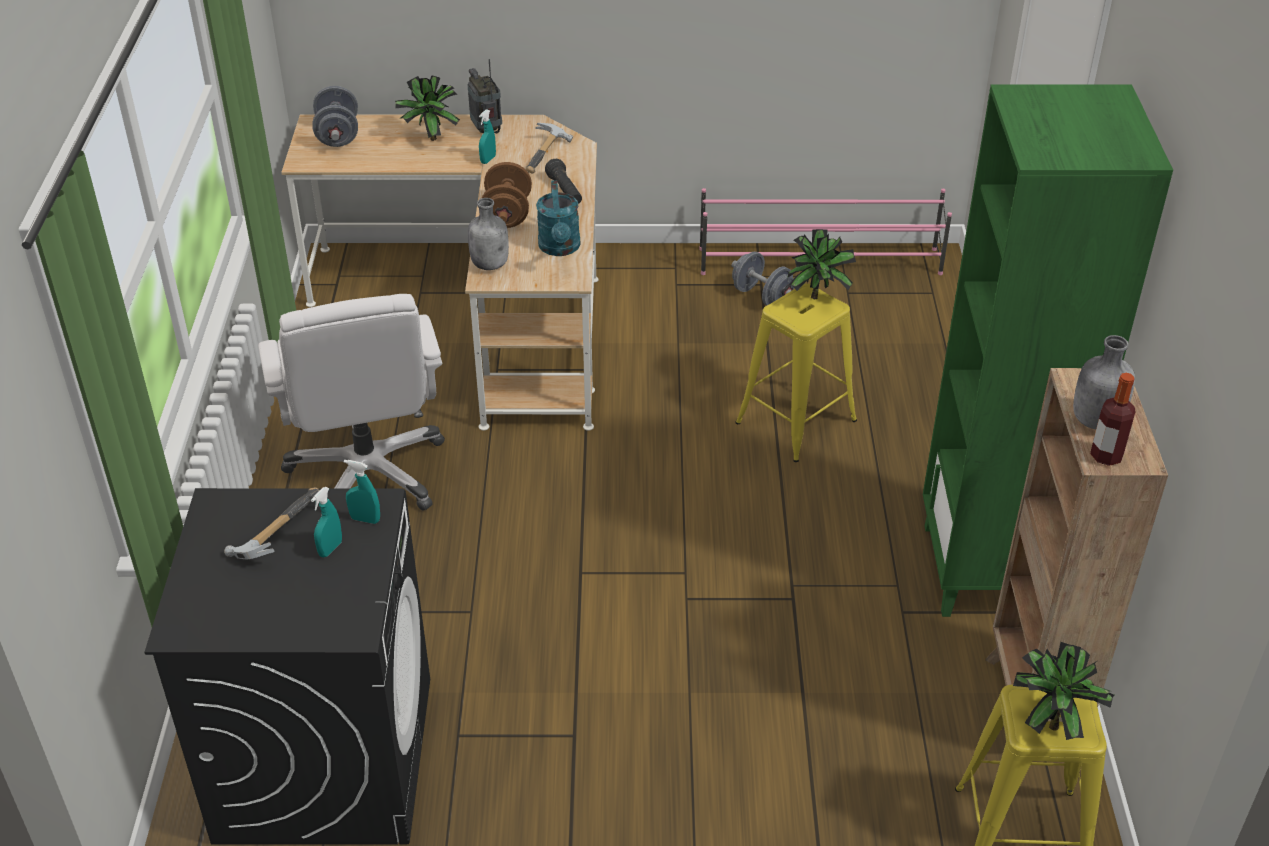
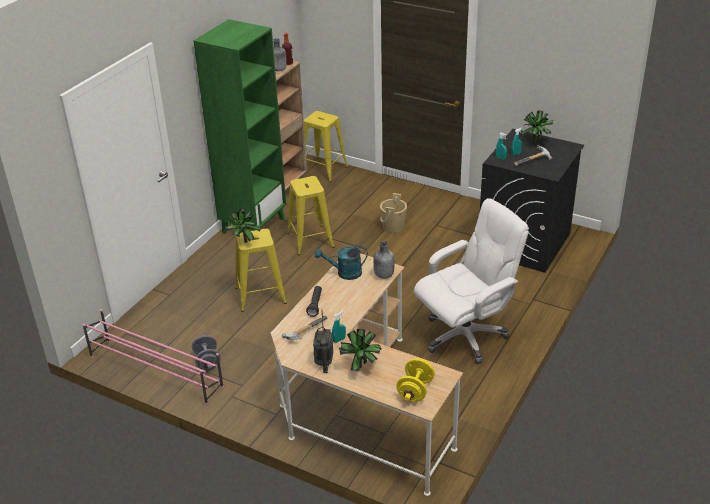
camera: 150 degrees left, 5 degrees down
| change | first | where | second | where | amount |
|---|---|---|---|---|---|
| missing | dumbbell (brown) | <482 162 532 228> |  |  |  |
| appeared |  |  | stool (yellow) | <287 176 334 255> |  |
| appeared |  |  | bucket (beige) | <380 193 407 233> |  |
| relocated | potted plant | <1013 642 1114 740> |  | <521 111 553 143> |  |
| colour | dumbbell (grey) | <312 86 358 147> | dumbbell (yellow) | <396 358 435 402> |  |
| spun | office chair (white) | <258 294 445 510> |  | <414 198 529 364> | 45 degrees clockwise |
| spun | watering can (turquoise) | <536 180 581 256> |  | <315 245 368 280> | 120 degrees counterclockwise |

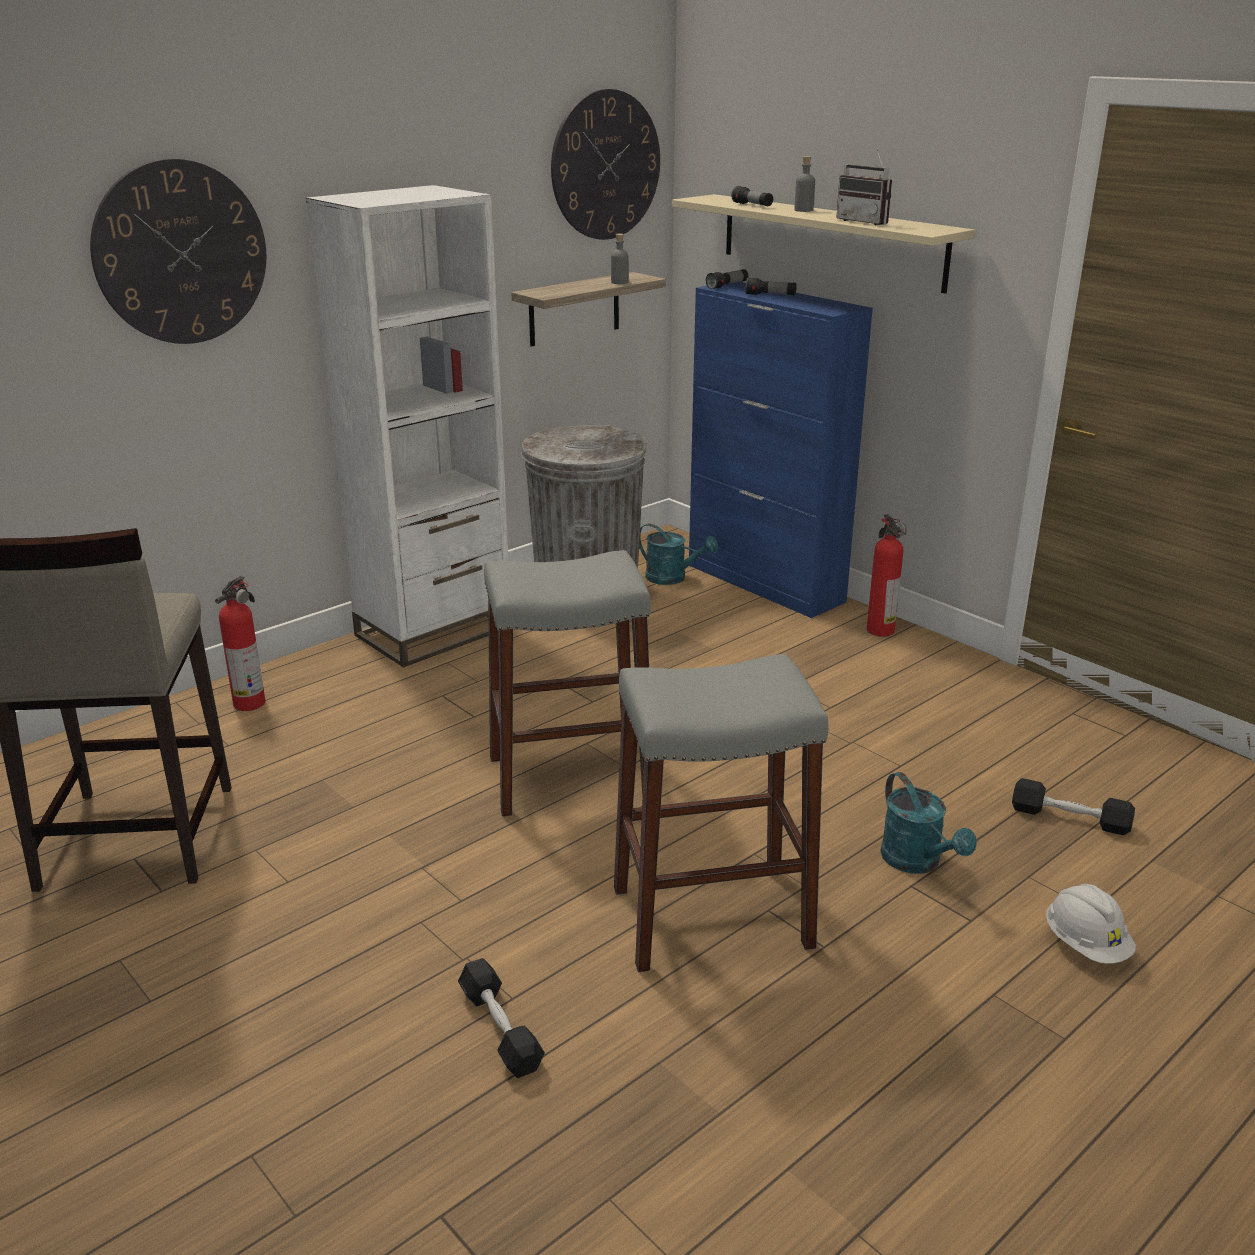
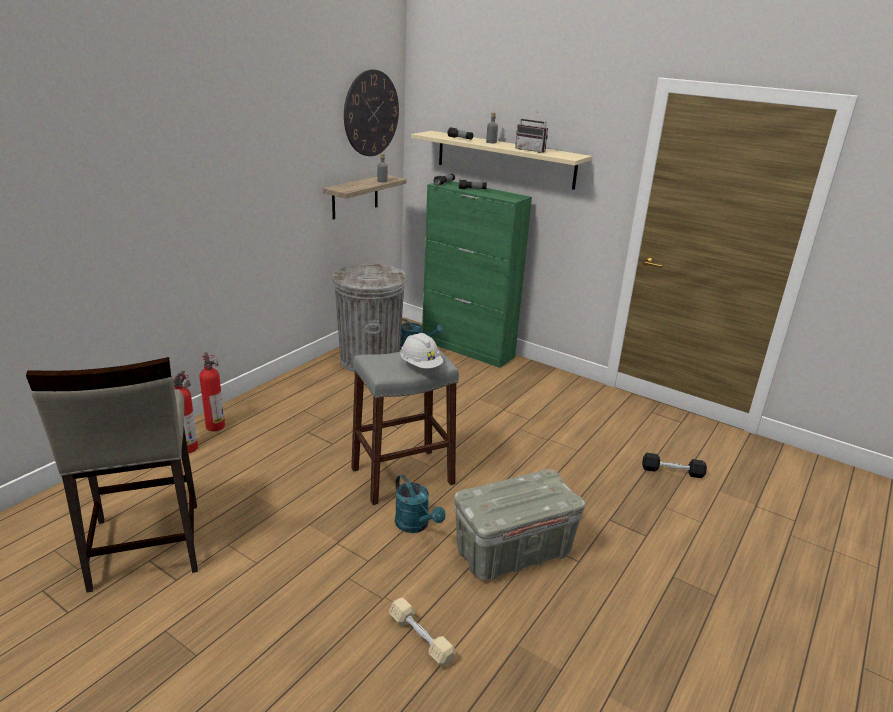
camera: 15 degrees left, 0 degrees up
| change | first | where | second | where | amount |
|---|---|---|---|---|---|
| missing | wall clock | <90 159 266 344> |  |  |  |
| missing | bookcase (white) | <306 185 509 667> |  |  |  |
| relocated | fire extinguisher | <867 514 907 637> |  | <199 352 225 431> |  |
| relocated | watering can (turquoise) | <880 772 977 874> |  | <395 474 445 533> |  |
| relocated | hard hat (white) | <1046 884 1136 964> |  | <400 333 444 369> |  |
| exchanged | stool (grey) | <614 654 829 972> | storage box (grey) | <454 469 585 580> |  |
| colour | dumbbell (black) | <458 958 545 1078> | dumbbell (beige) | <389 597 456 668> |  |
| colour | cabinet (blue) | <689 282 873 618> | cabinet (green) | <422 181 532 368> |  |

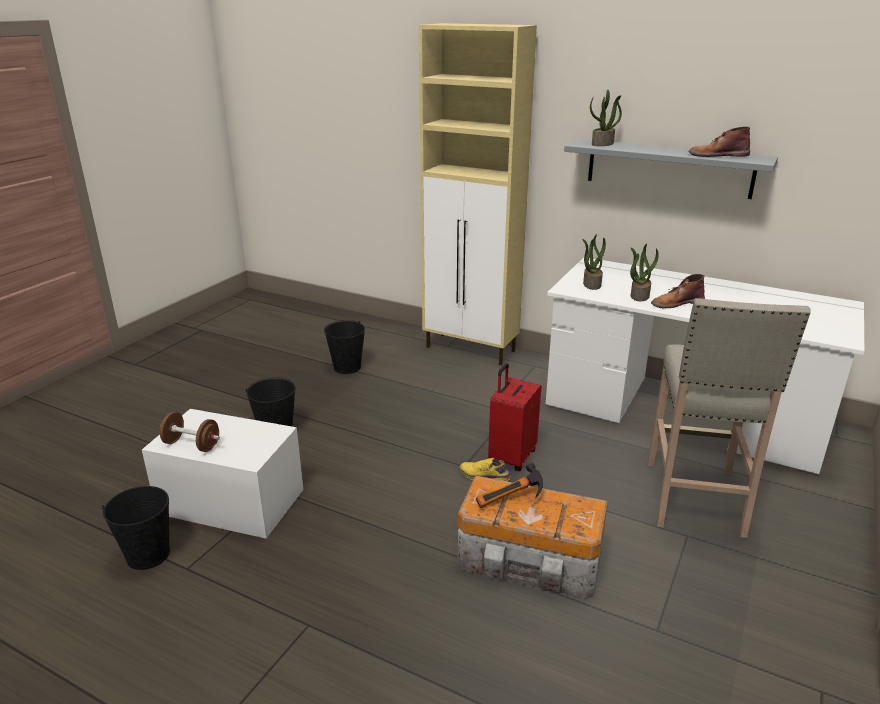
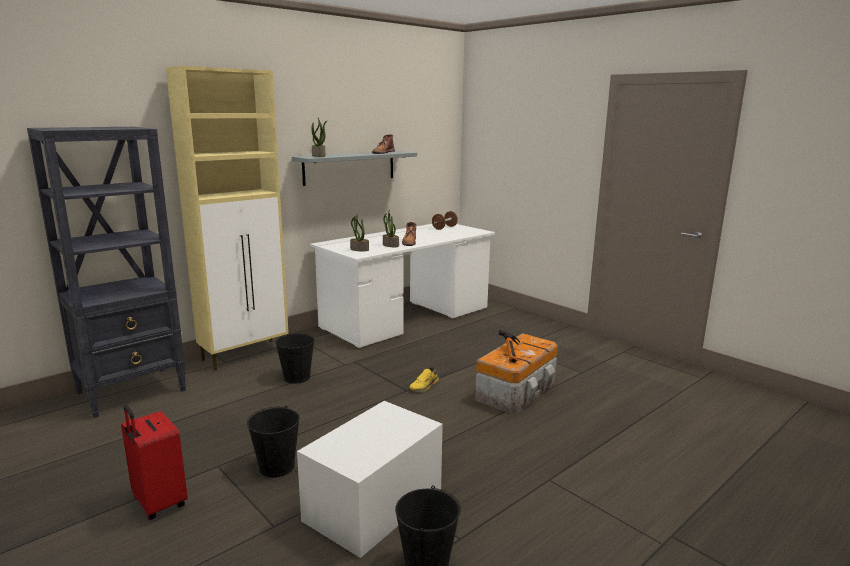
camera: 70 degrees left, 10 degrees down
| change | first | where | second | where | amount |
|---|---|---|---|---|---|
| missing | stool (beige) | <647 298 811 538> |  |  |  |
| appeared |  |  | bookcase (black) | <27 127 186 418> |  |
| relocated | dumbbell (brown) | <159 412 220 452> |  | <432 211 458 230> |  |
| relocated | bucket (black) | <324 320 365 374> |  | <275 332 314 384> |  |
| relocated | suitcase (red) | <488 363 541 471> |  | <121 405 188 520> |  |

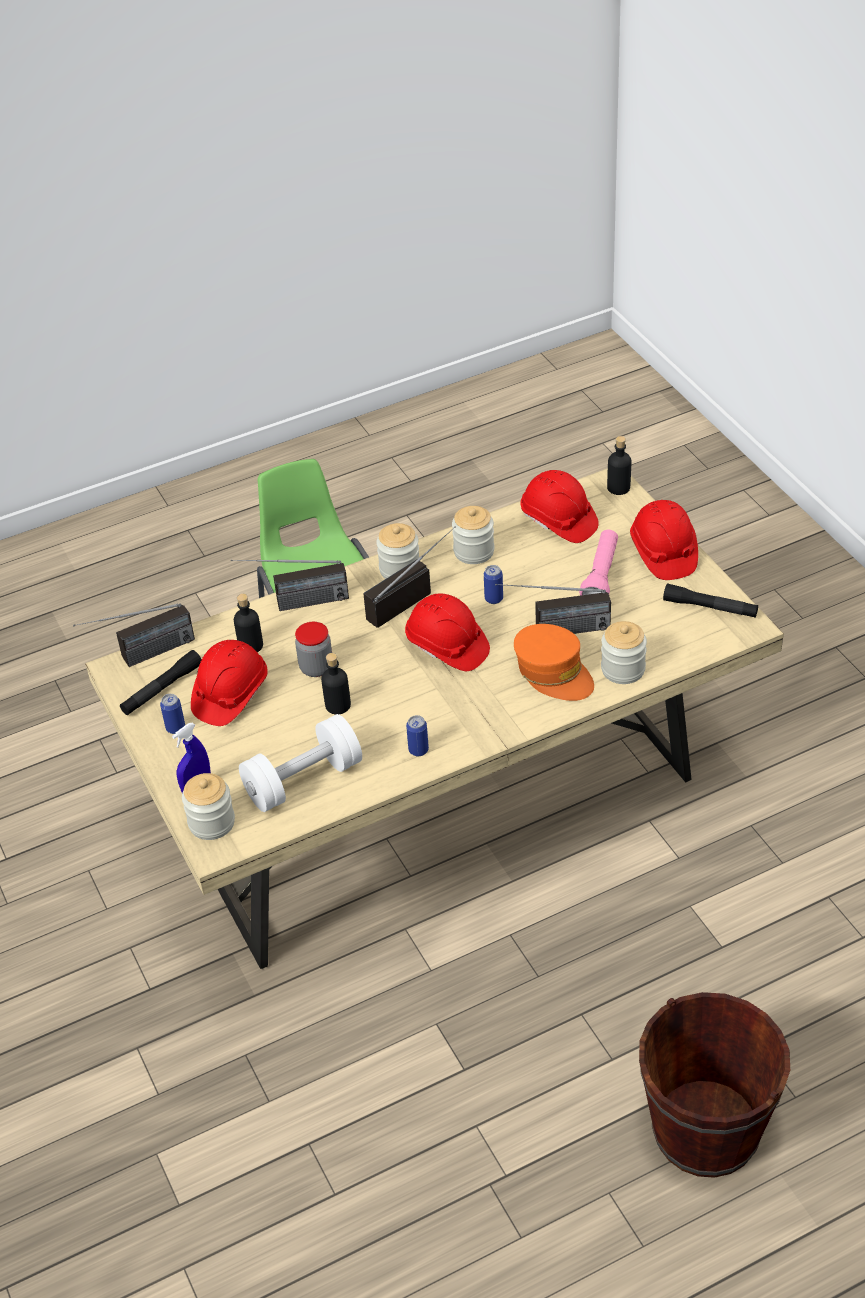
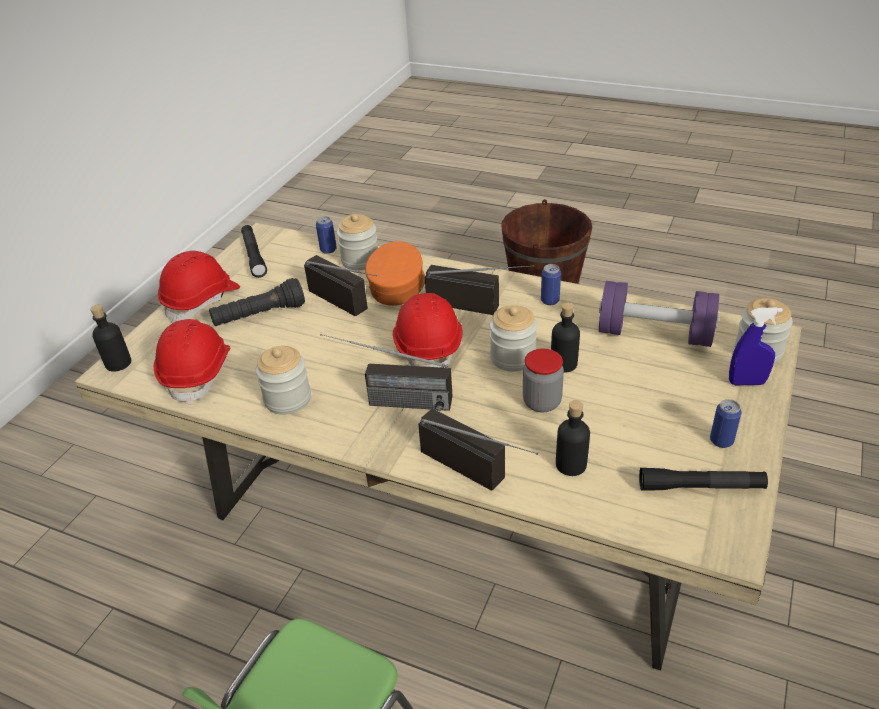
camera: 130 degrees left, 5 degrees down
| change | first | where | second | where | amount |
|---|---|---|---|---|---|
| missing | hard hat (red) | <191 640 268 726> |  |  |  |
| relocated | radio | <73 603 195 667> |  | <425 265 534 315> |  |
| relocated | jar | <376 523 419 579> |  | <490 305 537 372> |  |
| relocated | can | <484 565 503 604> |  | <316 216 337 254> |  |
| colour | dumbbell (white) | <239 714 362 812> | dumbbell (purple) | <599 281 719 347> |  |
| colour | flashlight (pink) | <579 530 618 596> | flashlight (black) | <209 278 305 326> |  |

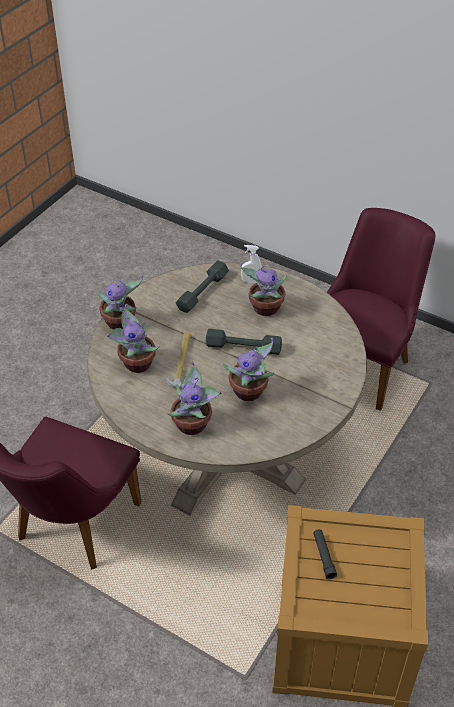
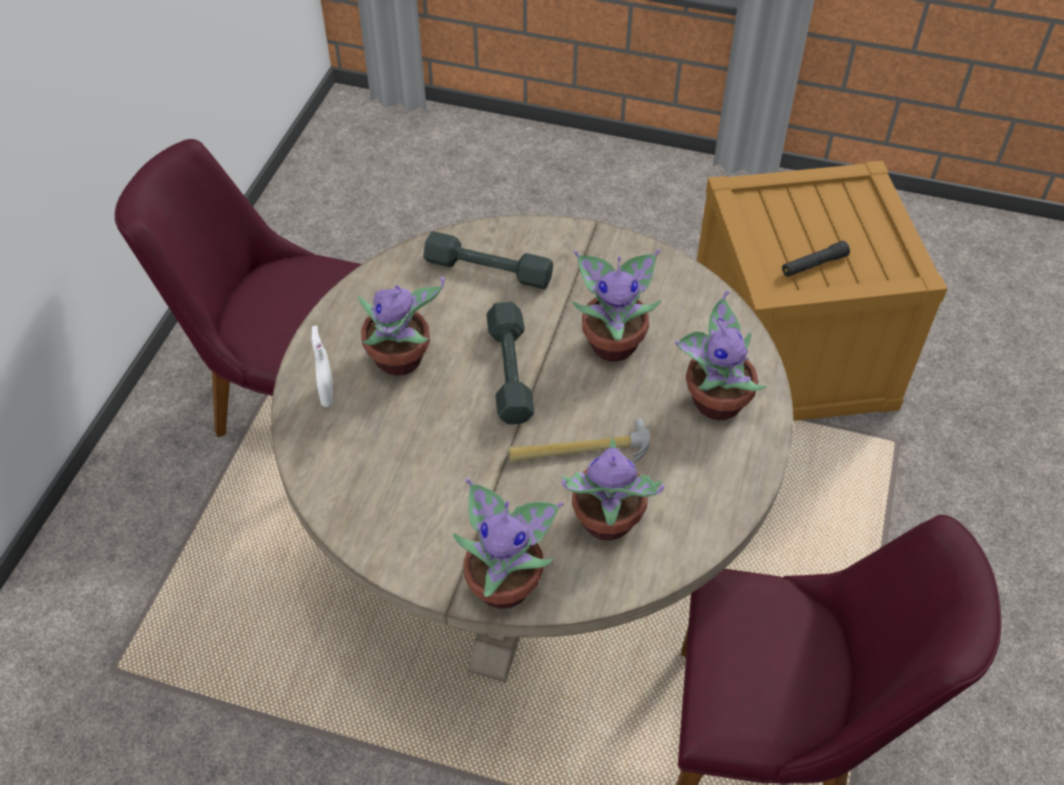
camera: 105 degrees left, 5 degrees up
| change | first | where | second | where | amount |
|---|---|---|---|---|---|
| relocated | dumbbell (grey) | <176 260 229 313> |  | <423 231 553 289> |  |

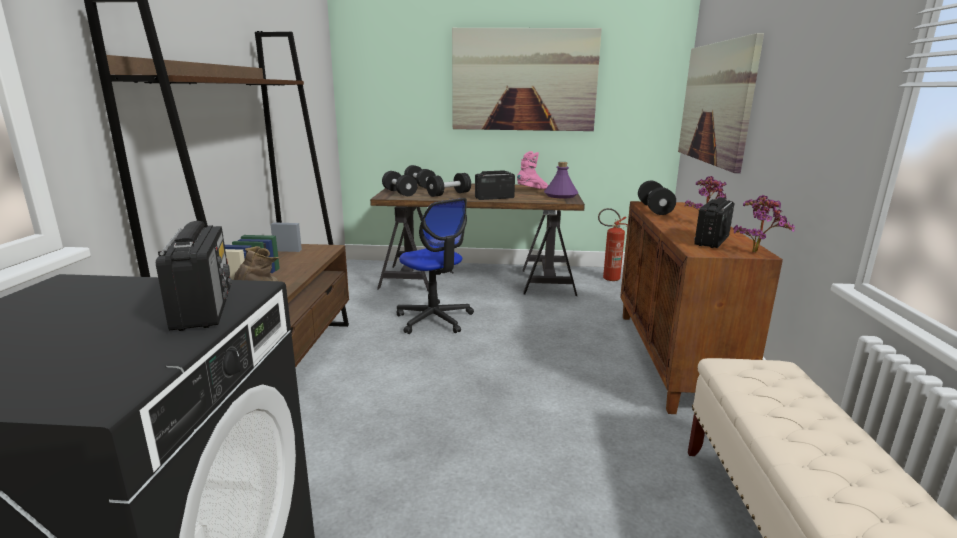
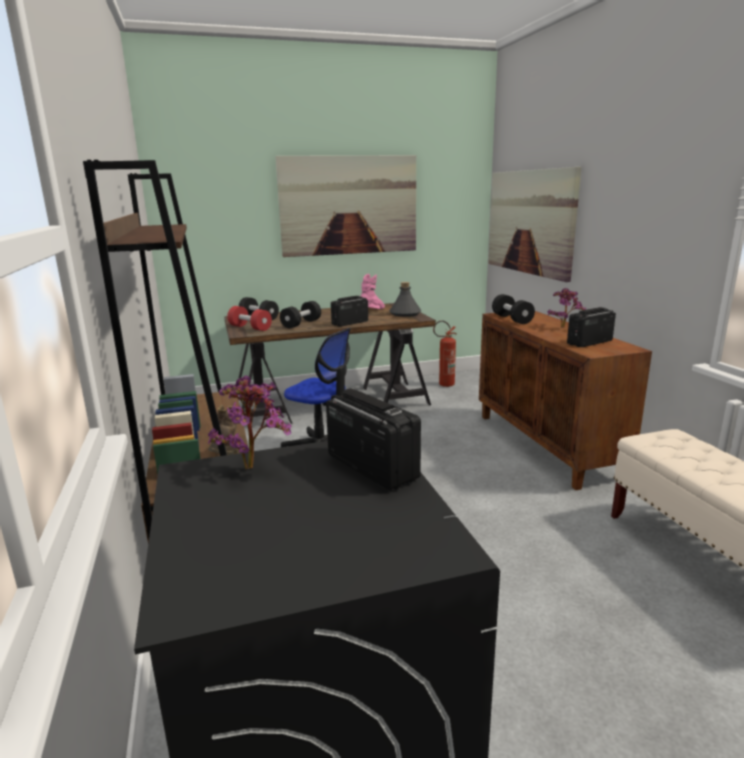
camera: 20 degrees left, 0 degrees up
| change | first | where | second | where | amount |
|---|---|---|---|---|---|
| relocated | potted plant | <733 195 795 253> |  | <208 375 292 469> |  |
| colour | dumbbell (black) | <382 171 417 196> | dumbbell (red) | <227 306 272 331> |  |
| colour | bottle (purple) | <544 162 578 198> | bottle (grey) | <389 282 421 317> |  |
| spun | radio | <694 197 734 248> |  | <567 307 616 347> | 45 degrees clockwise |

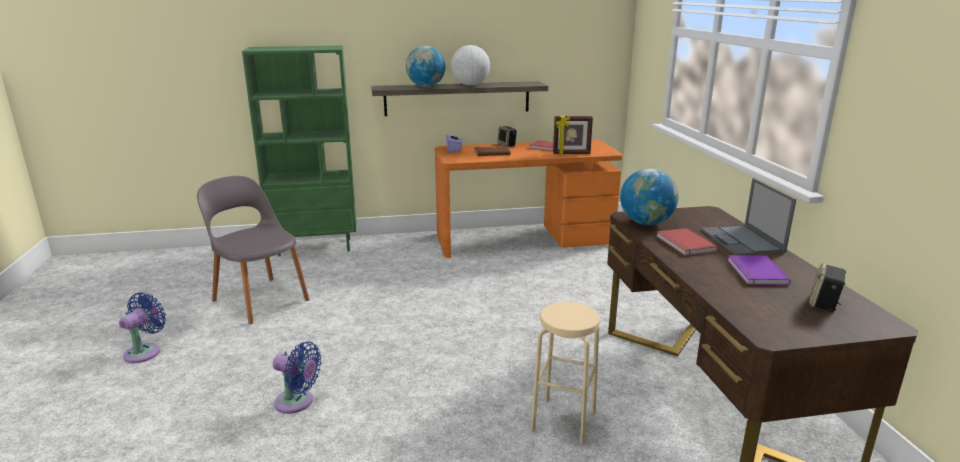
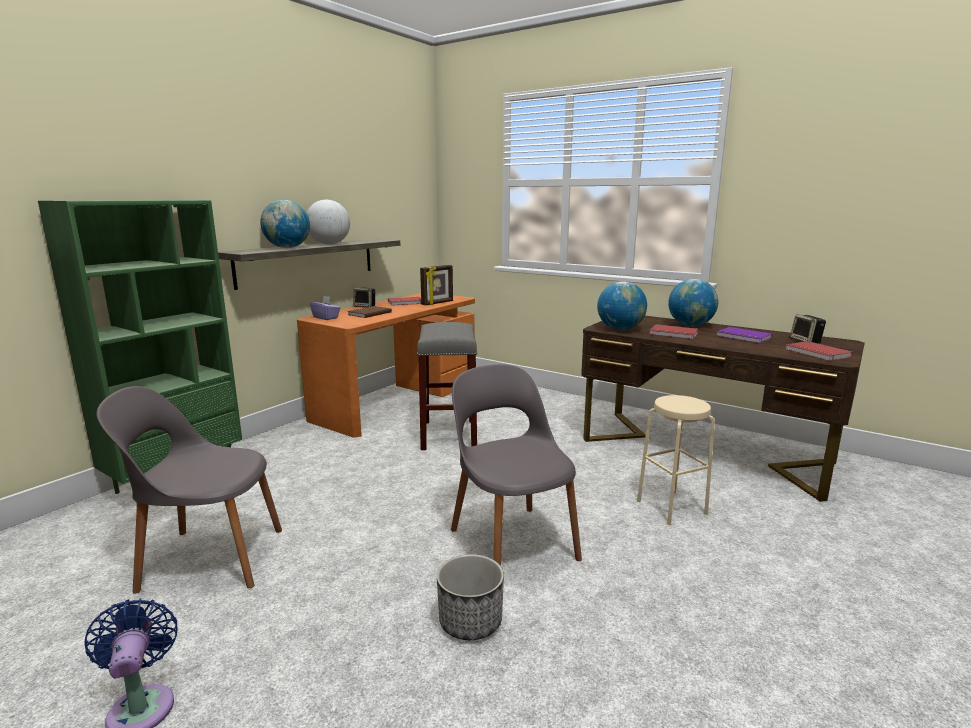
camera: 45 degrees left, 5 degrees down
| change | first | where | second | where | amount |
|---|---|---|---|---|---|
| appeared |  |  | stool (grey) | <417 322 478 450> |  |
| appeared |  |  | chair (grey) | <451 364 582 566> |  |
| appeared |  |  | book (red) | <785 341 853 361> |  |
| exchanged | fan (blue) | <273 341 321 414> | planter | <437 554 504 640> |  |
| exchanged | laptop | <701 178 796 255> | globe | <668 279 718 326> |  |

